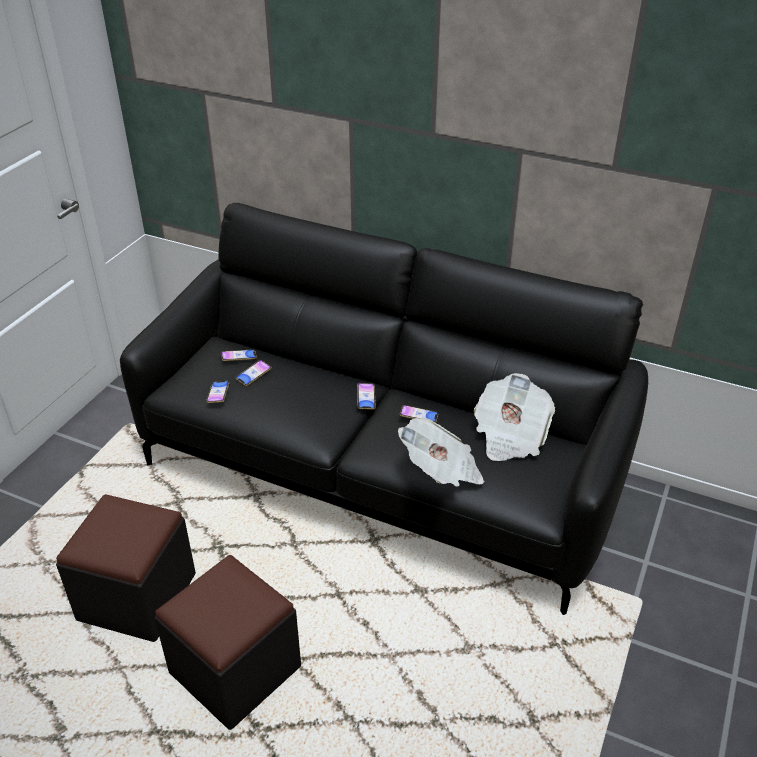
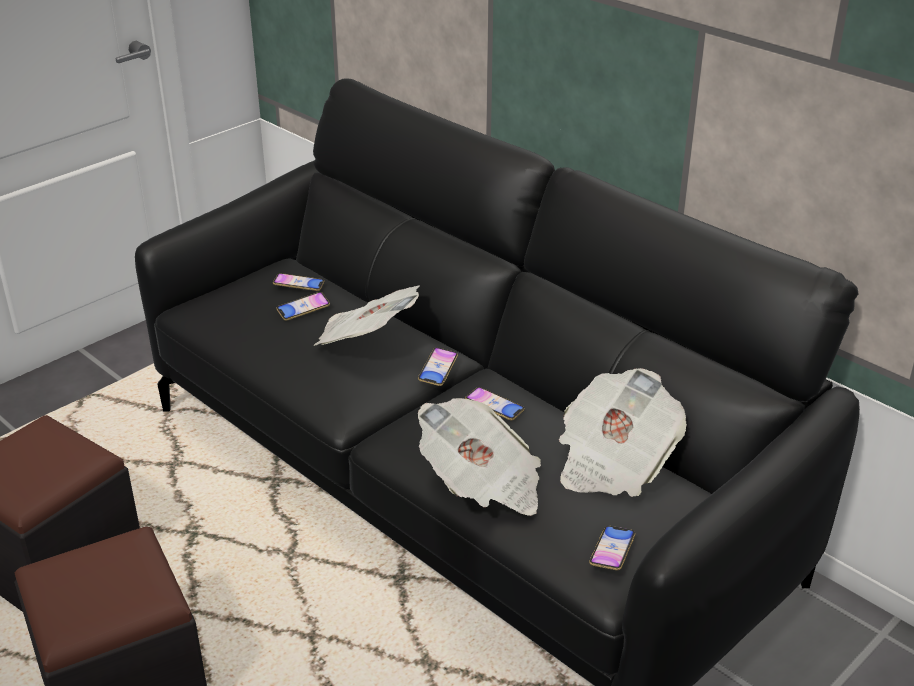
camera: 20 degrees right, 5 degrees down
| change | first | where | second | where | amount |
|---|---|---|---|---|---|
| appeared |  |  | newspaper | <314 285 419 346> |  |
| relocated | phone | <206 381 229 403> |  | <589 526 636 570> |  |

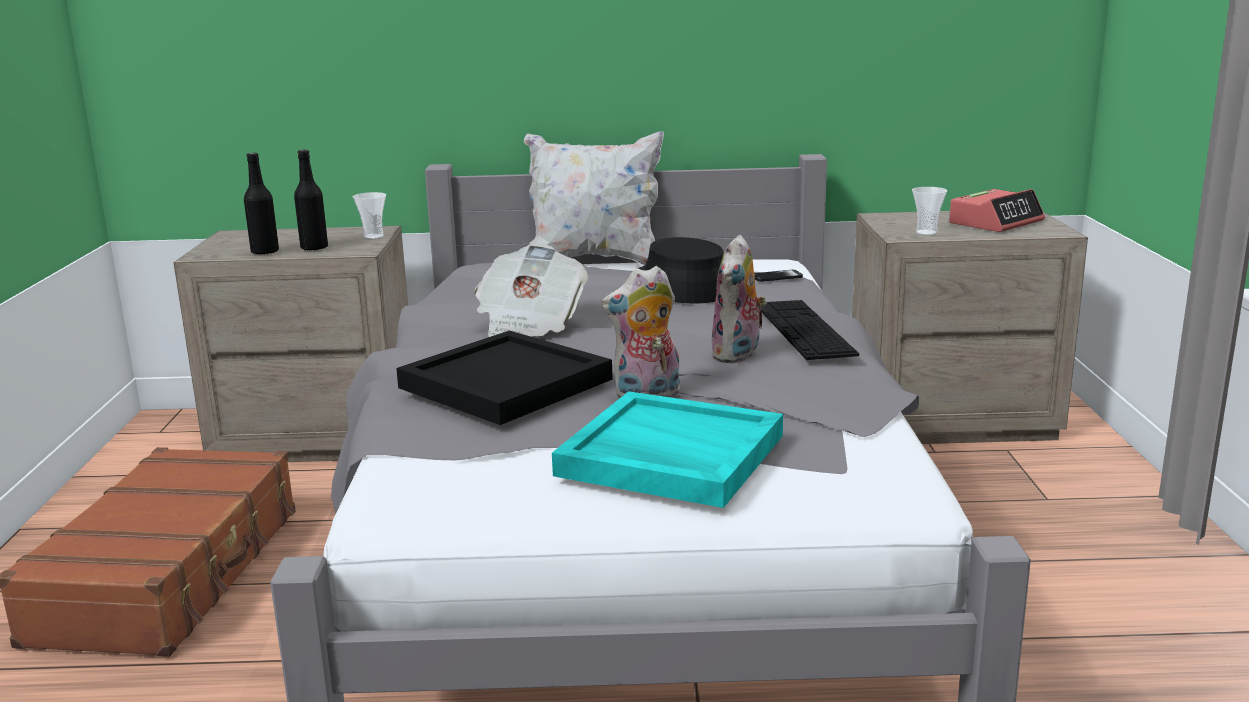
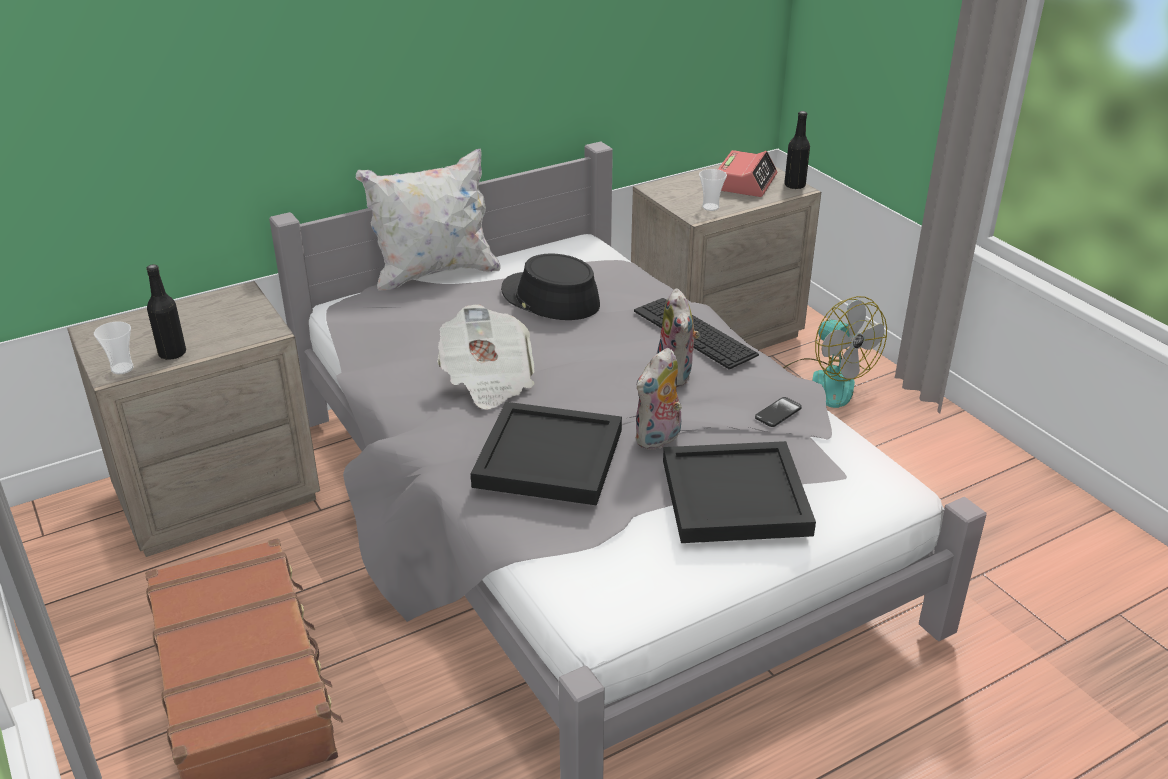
camera: 30 degrees left, 15 degrees up
| change | first | where | second | where | amount |
|---|---|---|---|---|---|
| appeared |  |  | fan | <783 296 887 408> |  |
| relocated | bottle (black) | <294 149 328 251> |  | <784 111 810 189> |  |
| relocated | cup | <353 192 386 239> |  | <94 322 134 374> |  |
| relocated | phone | <754 270 803 282> |  | <755 397 802 427> |  |
| colour | tray (turquoise) | <552 391 783 508> | tray (black) | <663 441 816 543> |  |

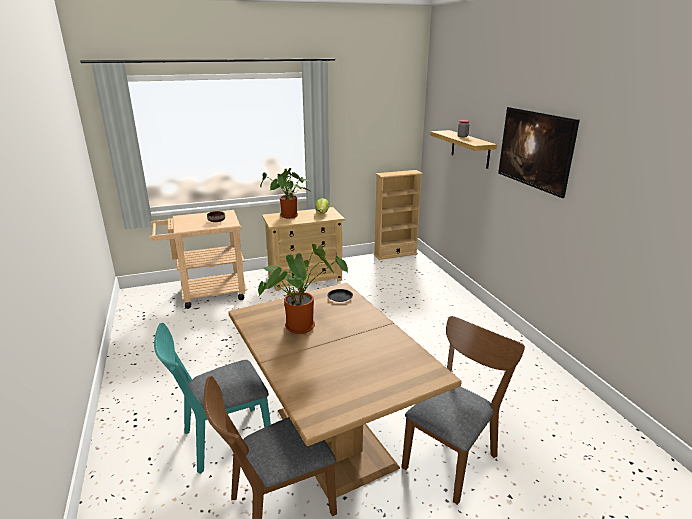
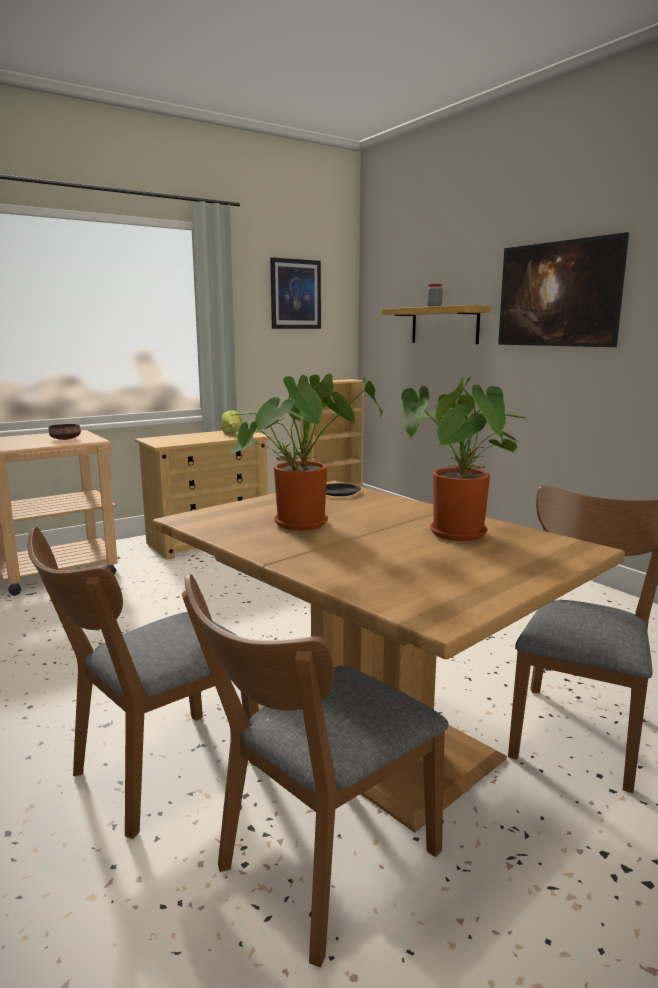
camera: 15 degrees left, 10 degrees down
| change | first | where | second | where | amount |
|---|---|---|---|---|---|
| appeared |  |  | picture | <270 257 321 329> |  |
| relocated | potted plant | <260 168 311 218> |  | <401 377 528 541> |  |
| colour | chair (turquoise) | <154 323 271 474> | chair (brown) | <27 527 259 839> |  |

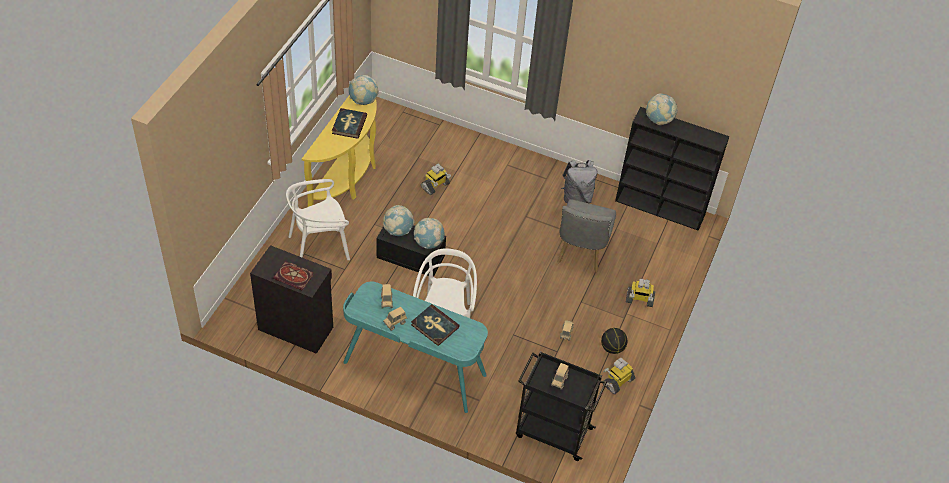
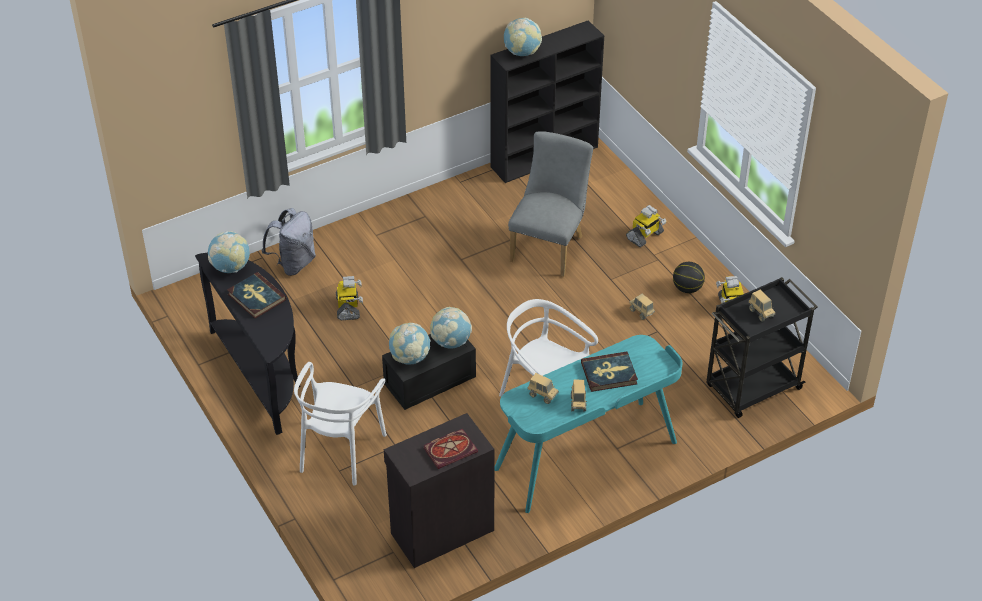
camera: 50 degrees left, 5 degrees down
| change | first | where | second | where | amount |
|---|---|---|---|---|---|
| relocated | backpack (grey) | <561 160 598 203> |  | <262 208 316 276> |  |
| colour | console table (yellow) | <302 95 377 207> | console table (black) | <195 253 300 435> |  |
| spun | chair (grey) | <557 199 616 273> |  | <508 131 593 276> | 120 degrees counterclockwise |

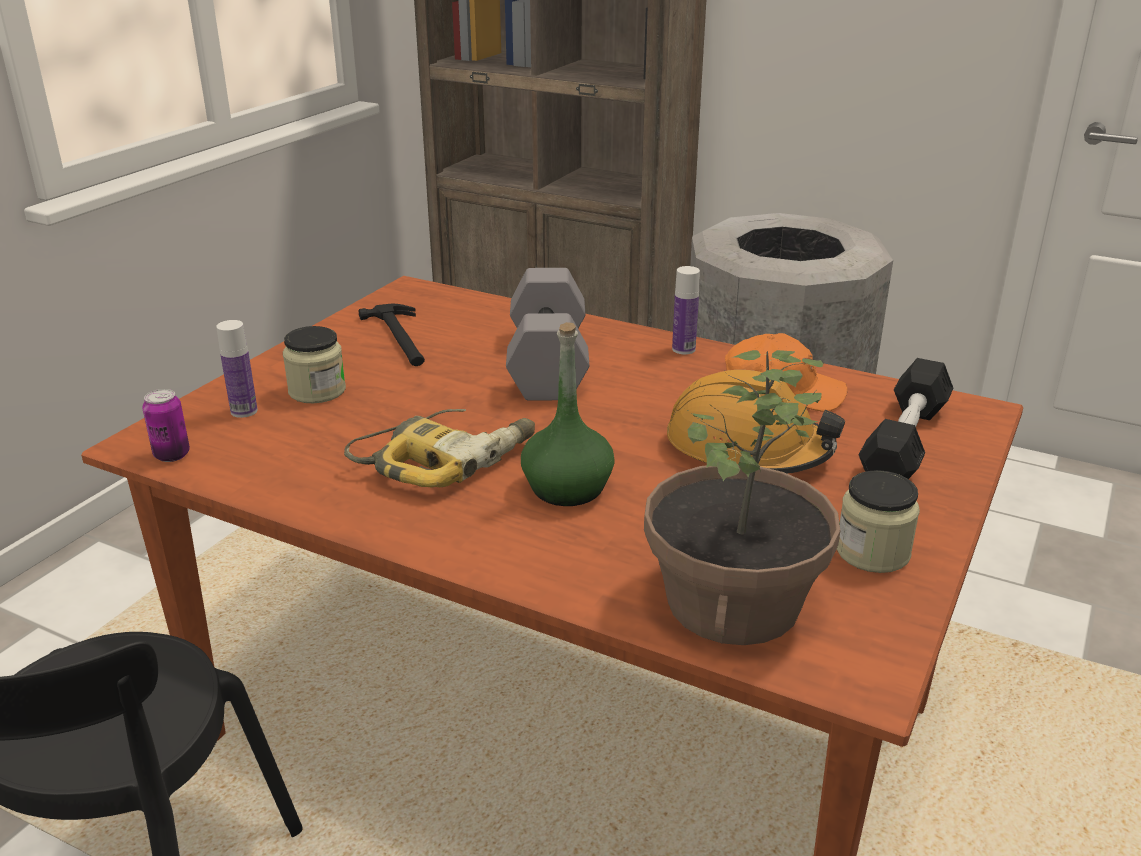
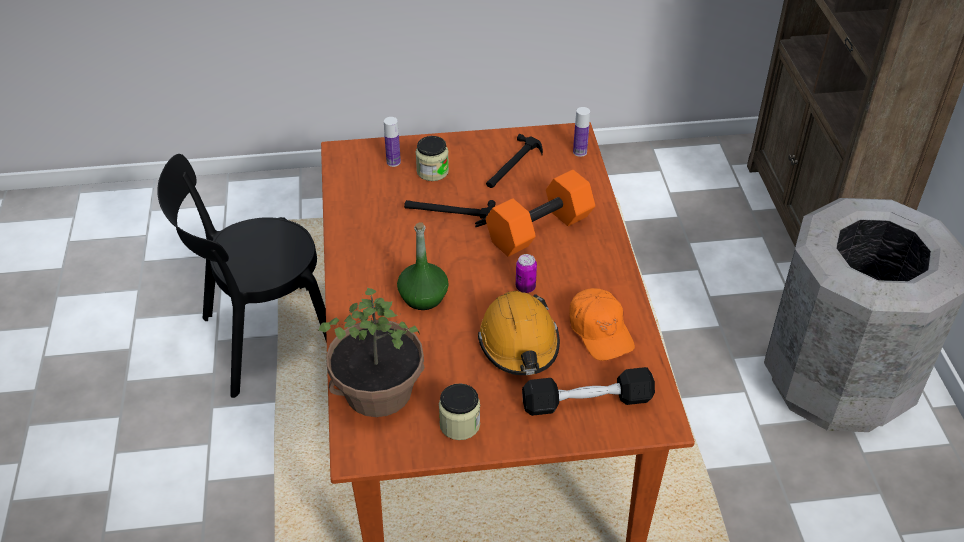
camera: 55 degrees right, 15 degrees up
| change | first | where | second | where | amount |
|---|---|---|---|---|---|
| missing | power drill | <344 409 535 488> |  |  |  |
| appeared |  |  | hammer | <404 200 496 227> |  |
| relocated | can | <142 389 190 462> |  | <516 254 537 293> |  |
| relocated | bottle | <672 266 700 354> |  | <573 107 590 157> |  |
| colour | dumbbell (grey) | <506 268 589 401> | dumbbell (orange) | <486 169 595 257> |  |

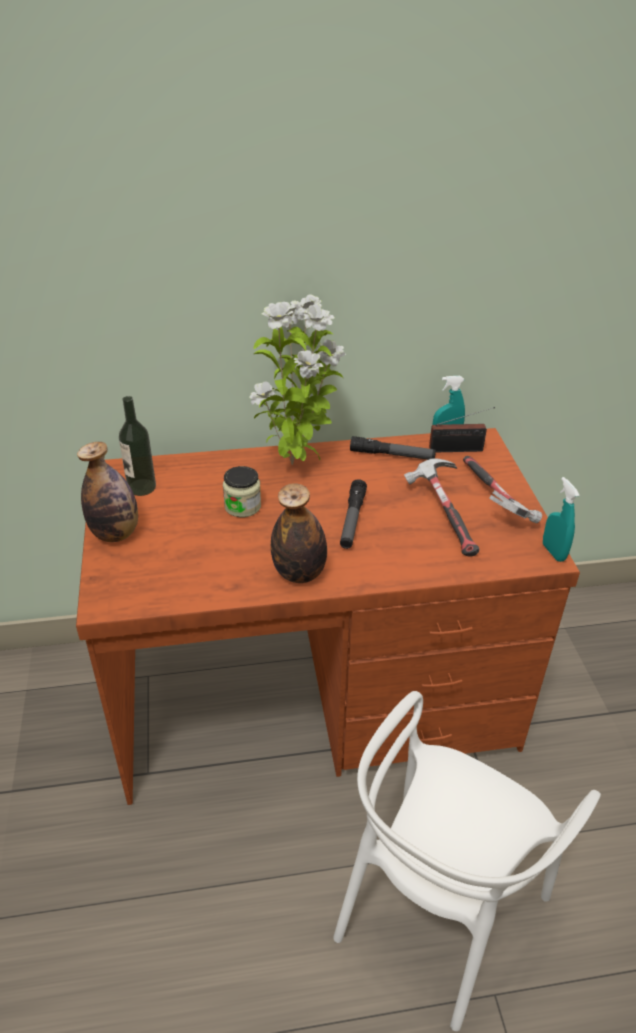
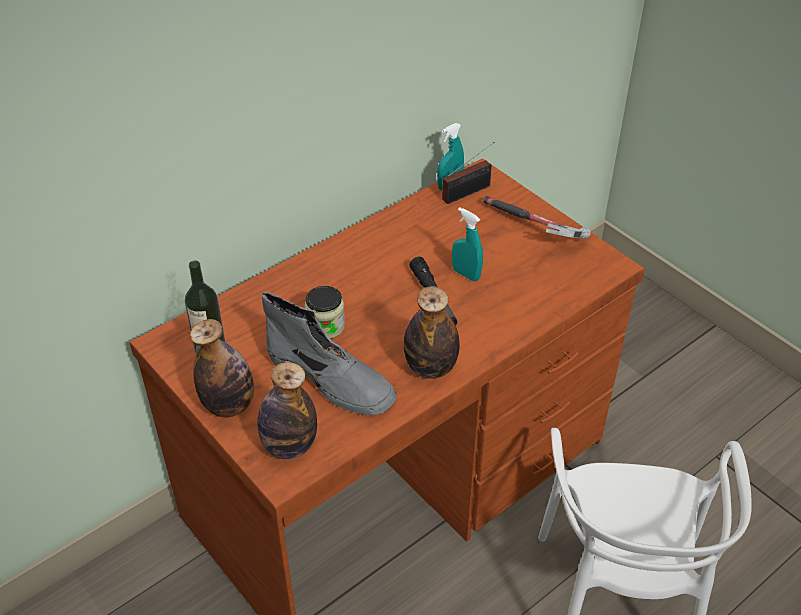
camera: 30 degrees left, 5 degrees up
| change | first | where | second | where | amount |
|---|---|---|---|---|---|
| missing | potted plant | <249 294 346 465> |  |  |  |
| missing | flashlight | <350 436 436 460> |  |  |  |
| missing | hammer | <404 458 479 557> |  |  |  |
| appeared |  |  | bottle | <257 362 317 459> |  |
| appeared |  |  | boot (grey) | <262 292 397 415> |  |
| relocated | spray bottle (turquoise) | <543 477 580 562> |  | <452 207 483 281> |  |

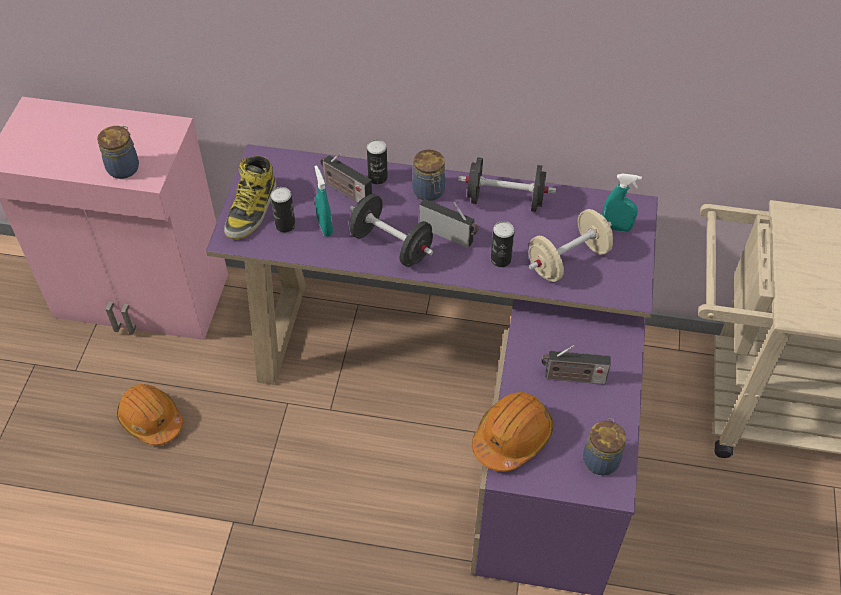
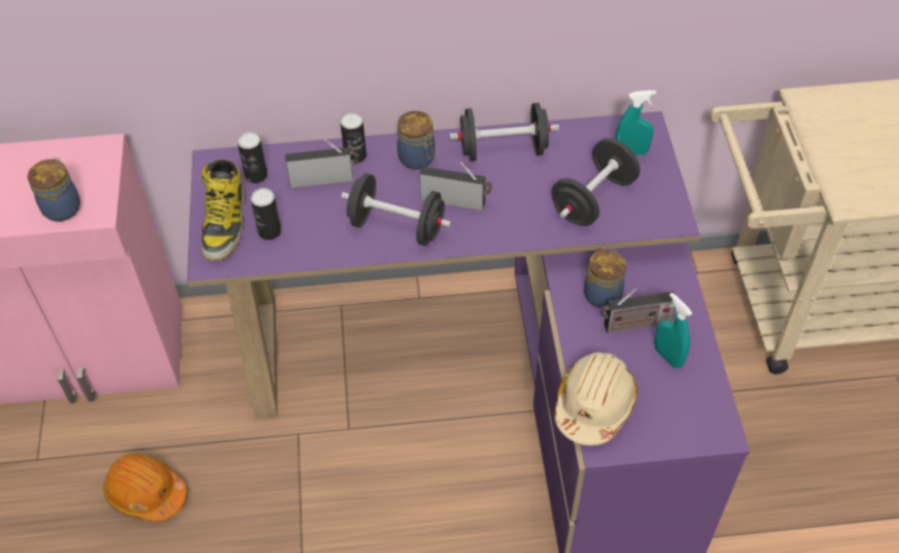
camera: 15 degrees left, 0 degrees up
| change | first | where | second | where | amount |
|---|---|---|---|---|---|
| relocated | spray bottle (turquoise) | <314 165 333 236> |  | <654 293 693 368> |  |
| relocated | can | <491 221 515 267> |  | <237 131 267 183> |  |
| relocated | jar | <583 418 626 475> |  | <584 247 626 308> |  |
| colour | hard hat (orange) | <472 392 553 472> | hard hat (beige) | <554 352 638 445> |  |
| colour | dumbbell (beige) | <529 209 613 282> | dumbbell (black) | <552 138 640 226> |  |
| spun | radio | <320 153 372 203> |  | <285 138 358 188> | 150 degrees clockwise |

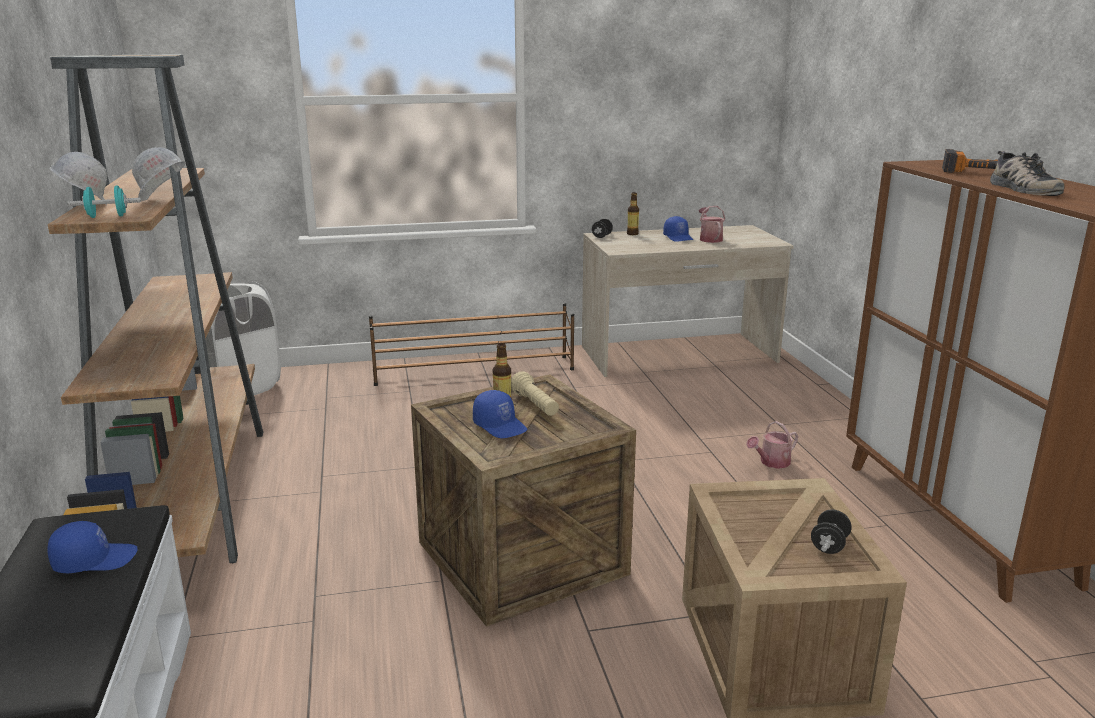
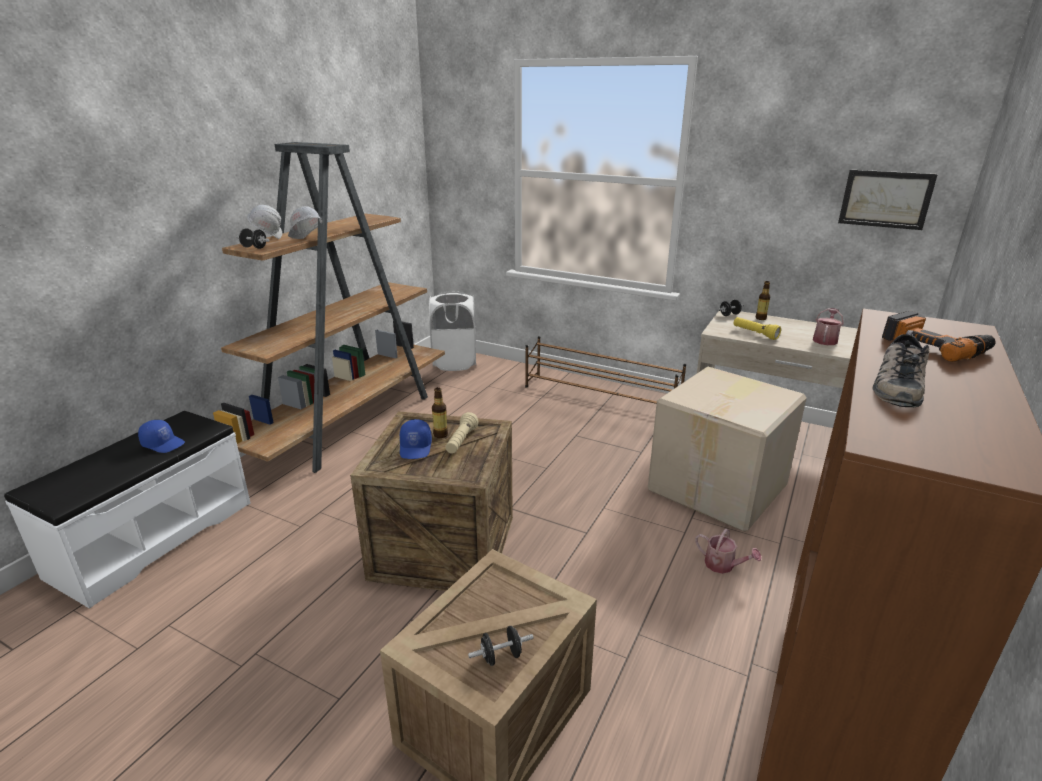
camera: 40 degrees right, 5 degrees up
| change | first | where | second | where | amount |
|---|---|---|---|---|---|
| missing | cap (blue) | <663 216 693 242> |  |  |  |
| appeared |  |  | cardboard box | <648 367 807 532> |  |
| appeared |  |  | flashlight (yellow) | <734 317 781 340> |  |
| appeared |  |  | picture | <838 170 938 230> |  |
| colour | dumbbell (turquoise) | <67 185 141 218> | dumbbell (black) | <236 228 270 249> |  |
| spun | watering can | <746 421 798 469> |  | <695 528 761 574> | 150 degrees counterclockwise |

